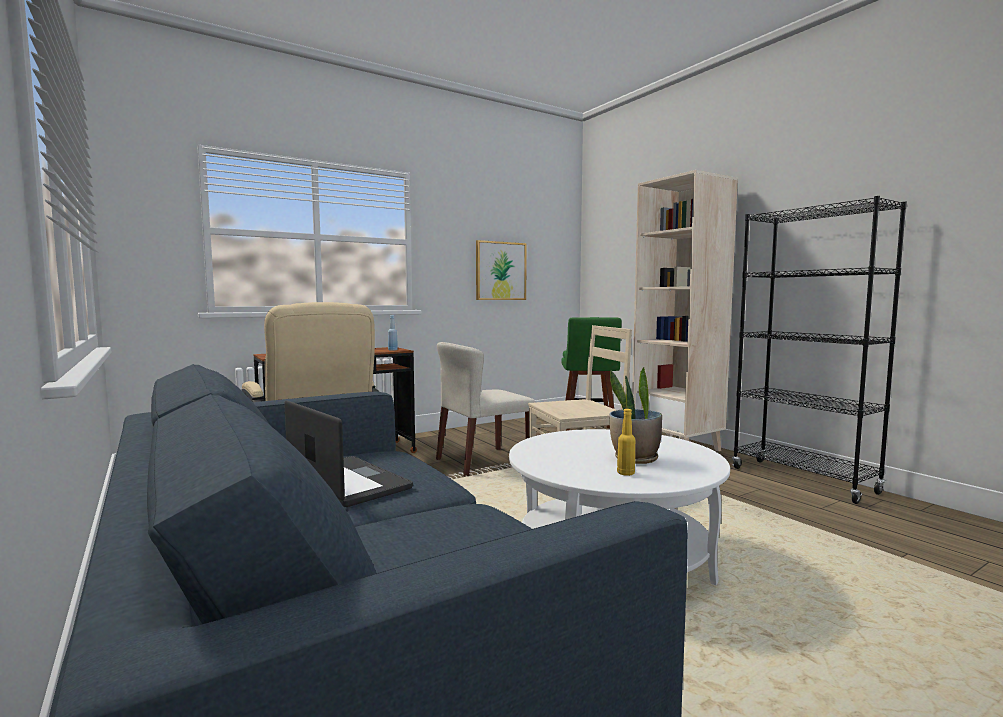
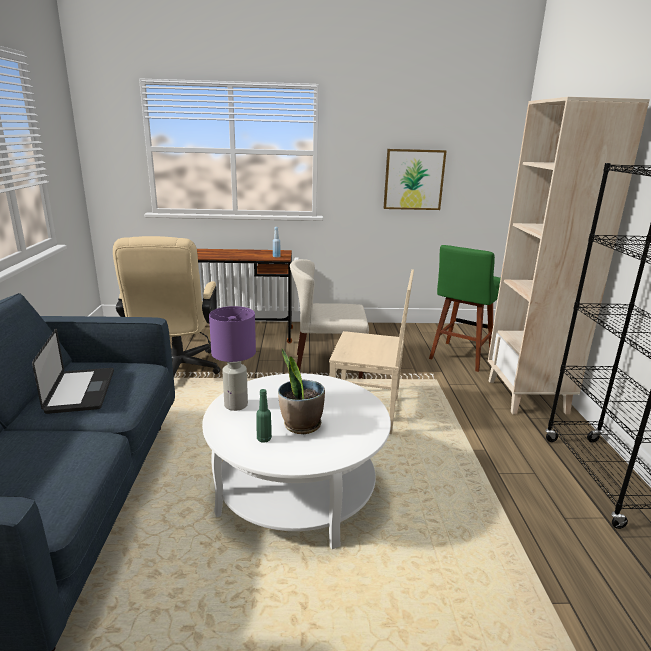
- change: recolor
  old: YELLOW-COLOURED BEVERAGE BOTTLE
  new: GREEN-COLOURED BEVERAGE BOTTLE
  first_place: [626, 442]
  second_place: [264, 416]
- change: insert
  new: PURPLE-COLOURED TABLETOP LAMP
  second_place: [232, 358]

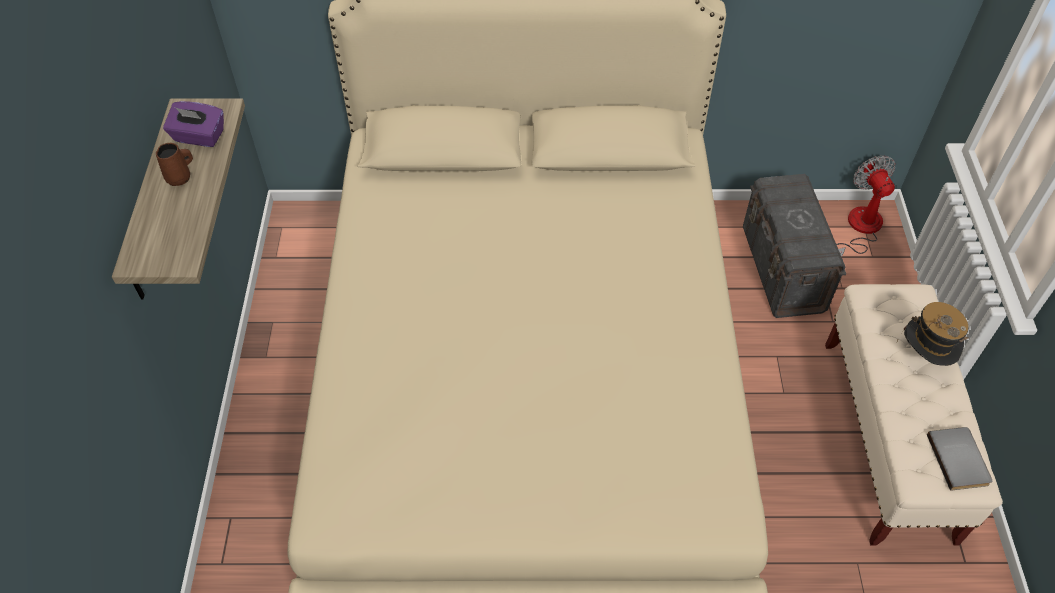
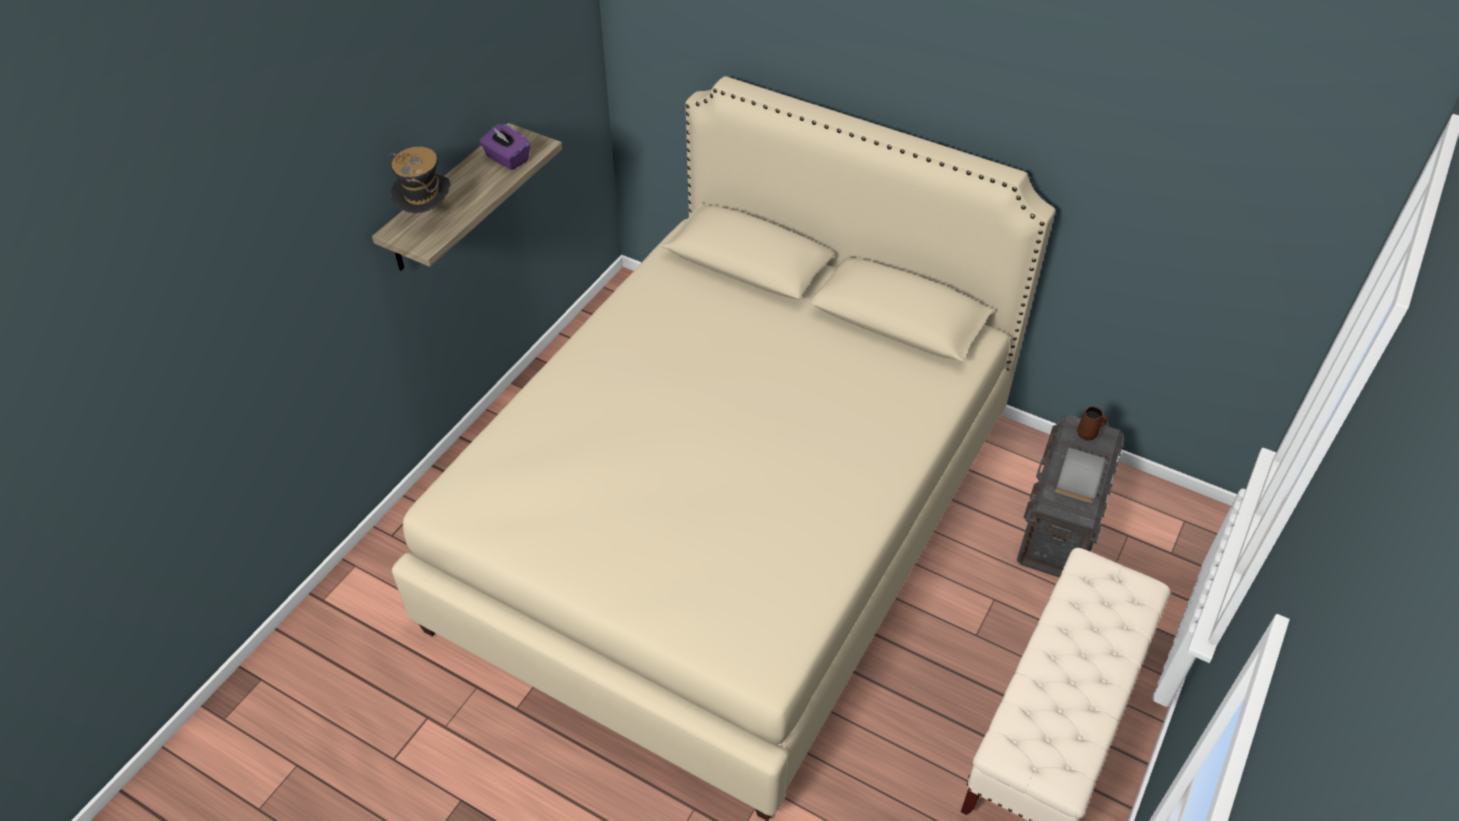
- change: move
  old: BROWN-COLOURED COFFEE MUG
  first_place: [174, 164]
  second_place: [1092, 423]
- change: delete
  old: ELECTRIC FAN
  first_place: [865, 206]
- change: move
  old: HAT
  first_place: [933, 334]
  second_place: [420, 180]
- change: move
  old: GREY BOOK
  first_place: [959, 459]
  second_place: [1080, 475]

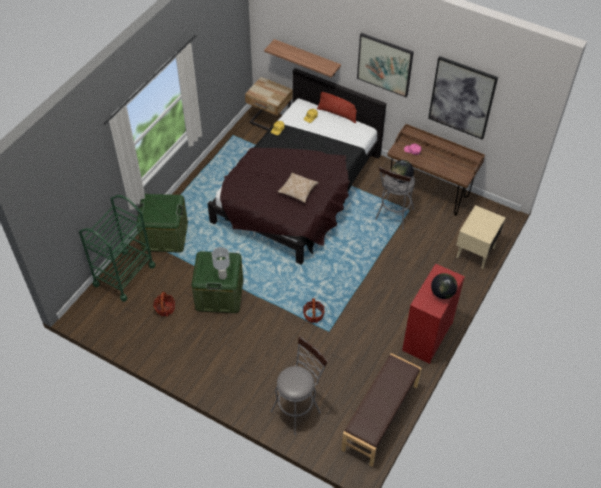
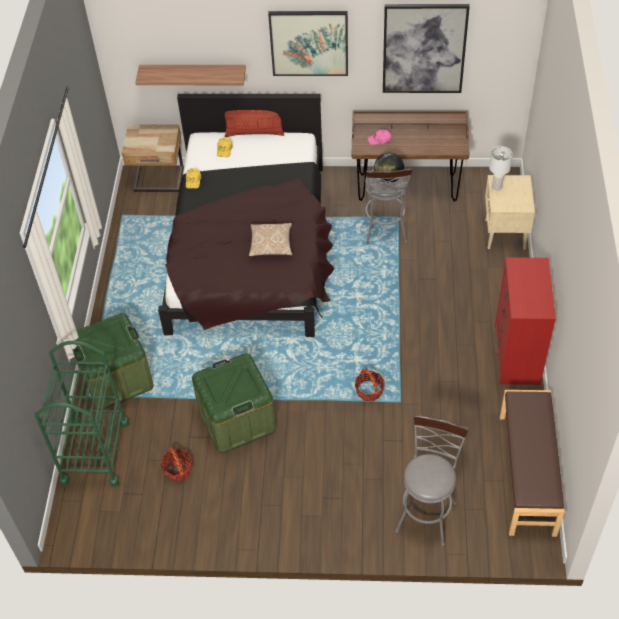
- change: move
  old: WHITE-COLOURED TABLETOP LAMP
  first_place: [221, 263]
  second_place: [500, 168]
- change: delete
  old: GLOBE
  first_place: [444, 286]

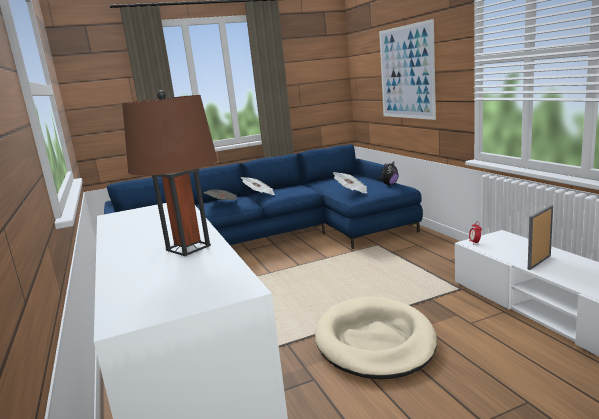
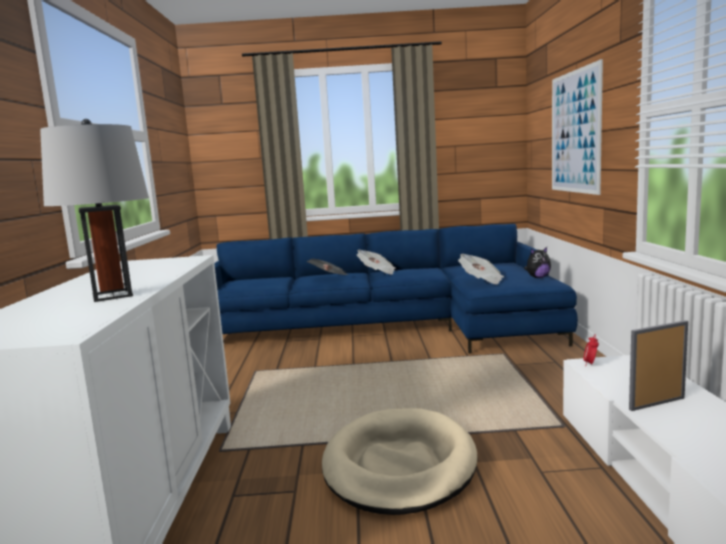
- change: recolor
  old: BROWN-COLOURED TABLETOP LAMP
  new: GREY TABLETOP LAMP
  first_place: [170, 173]
  second_place: [94, 210]

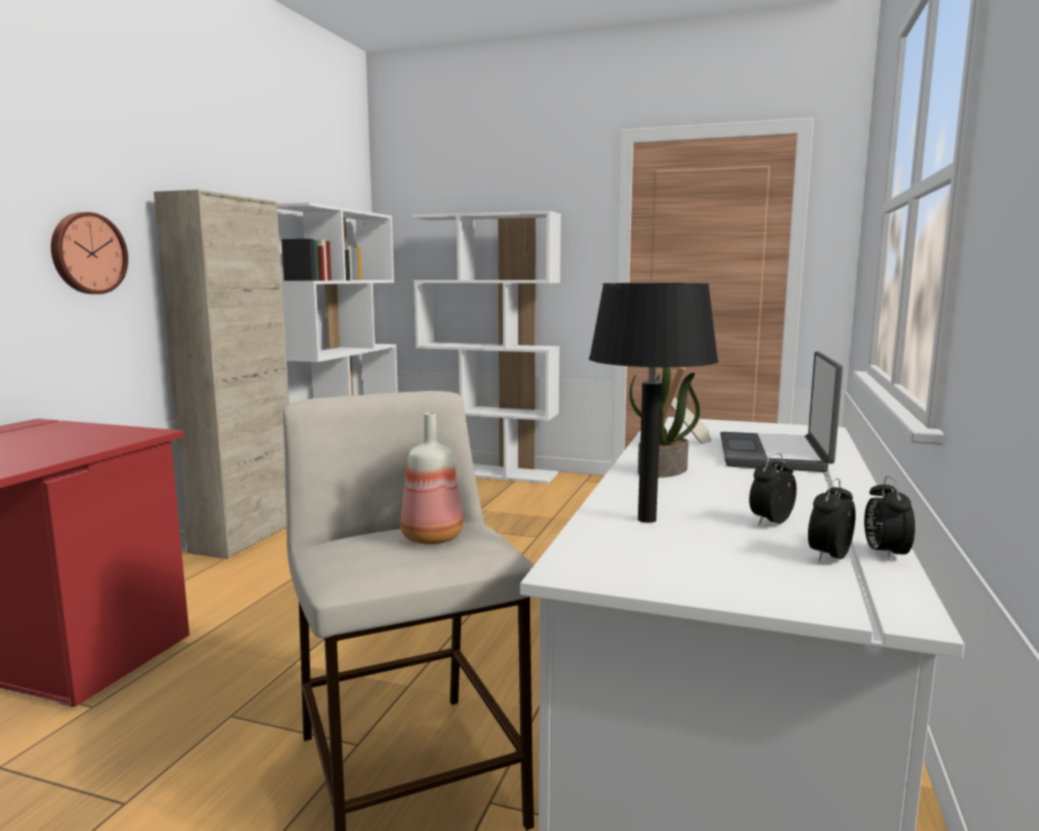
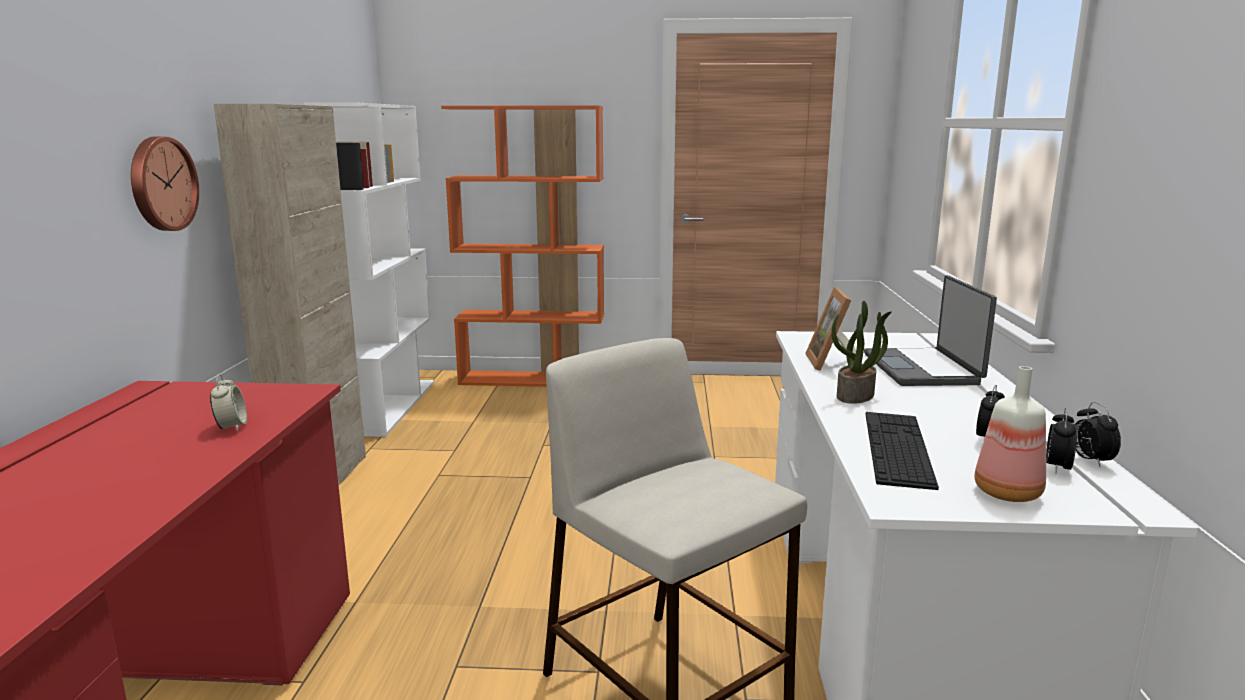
- change: recolor
  old: WHITE-COLOURED SHELVING UNIT
  new: ORANGEY SHELVING UNIT
  first_place: [486, 347]
  second_place: [522, 246]
- change: replace
  old: BLACK TABLETOP LAMP
  new: PC KEYBOARD
  first_place: [654, 403]
  second_place: [902, 451]
- change: move
  old: BEVERAGE BOTTLE
  first_place: [432, 478]
  second_place: [1010, 434]
- change: insert
  new: TABLE CLOCK
  second_place: [228, 402]

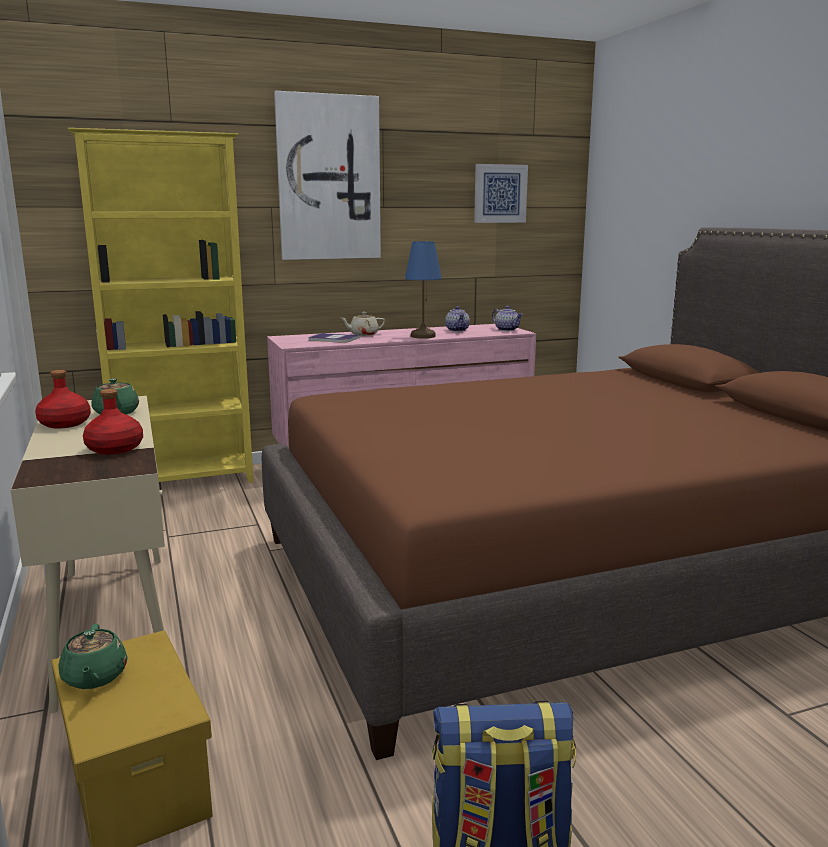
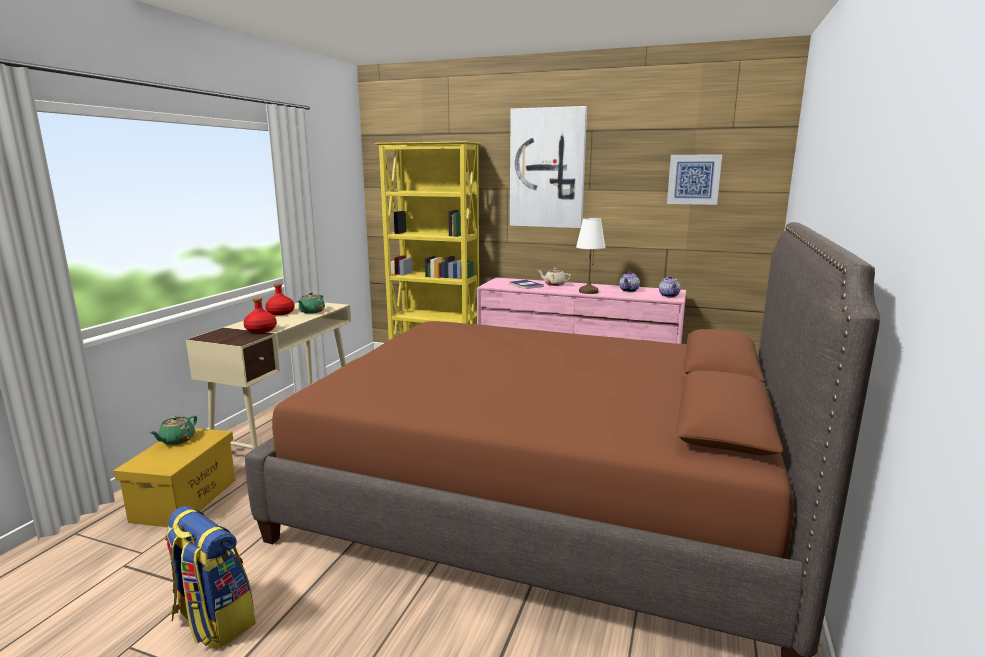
- change: recolor
  old: BLUE-COLOURED TABLETOP LAMP
  new: WHITE-COLOURED TABLETOP LAMP
  first_place: [423, 290]
  second_place: [591, 256]

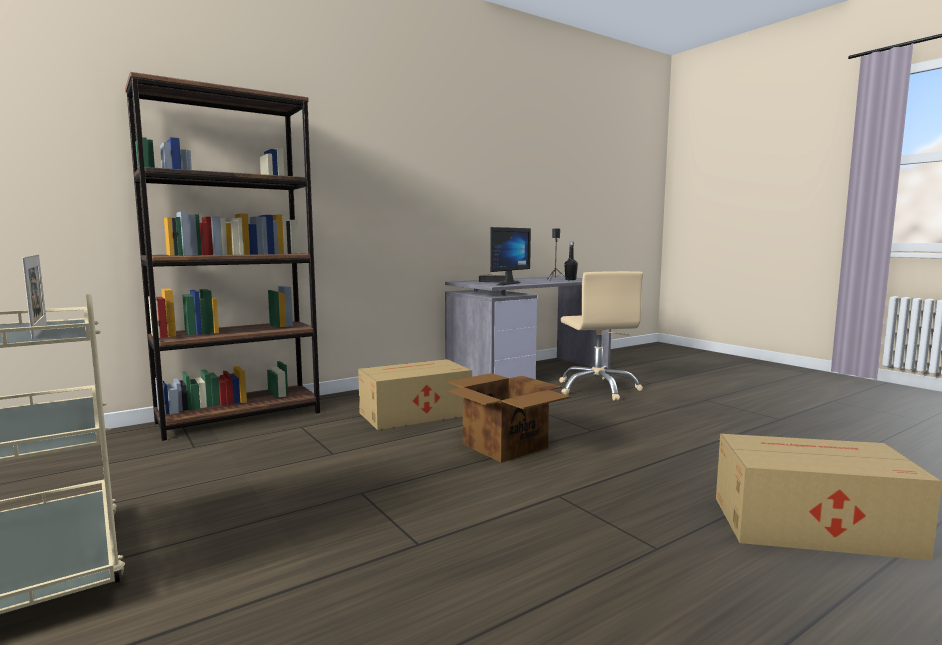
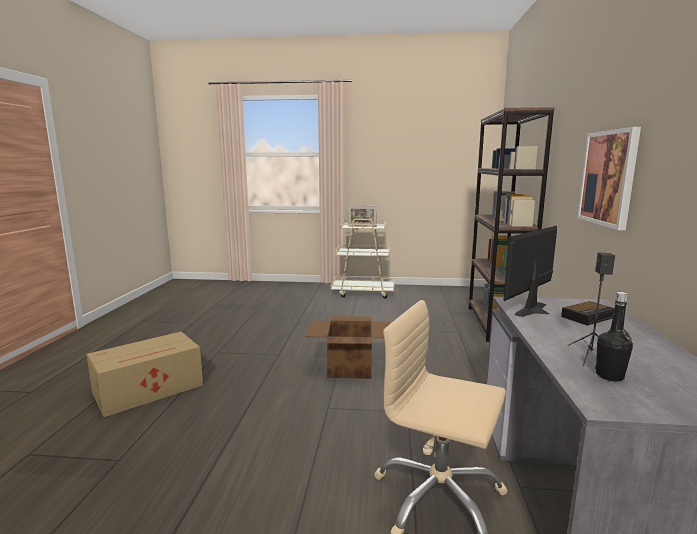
- change: rotate
  old: COMPUTER SCREEN
  first_place: [510, 256]
  second_place: [530, 271]
  degrees: 60
- change: delete
  old: CARDBOARD BOX
  first_place: [415, 394]
- change: insert
  new: PICTURE
  second_place: [609, 178]

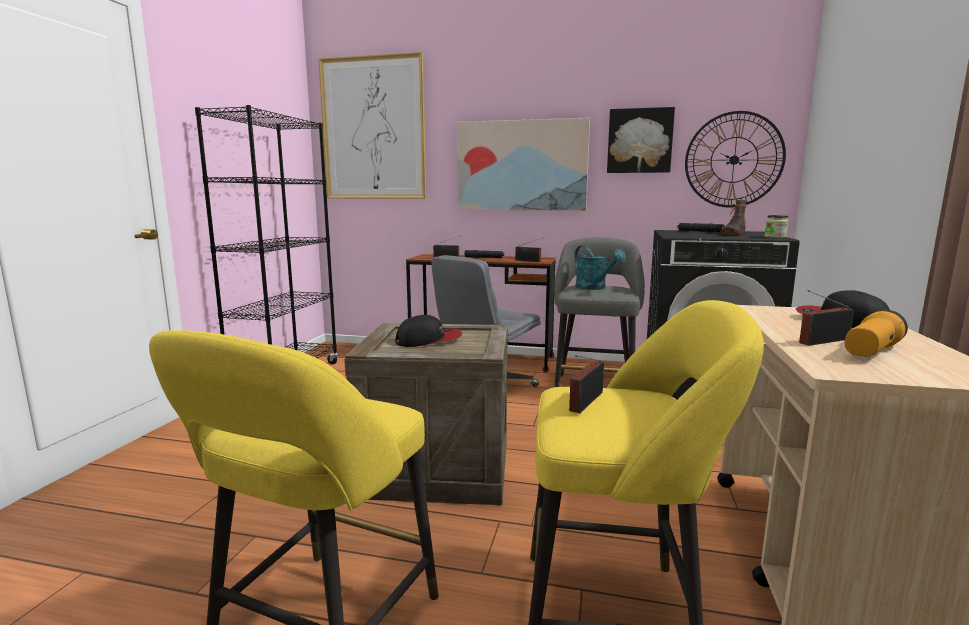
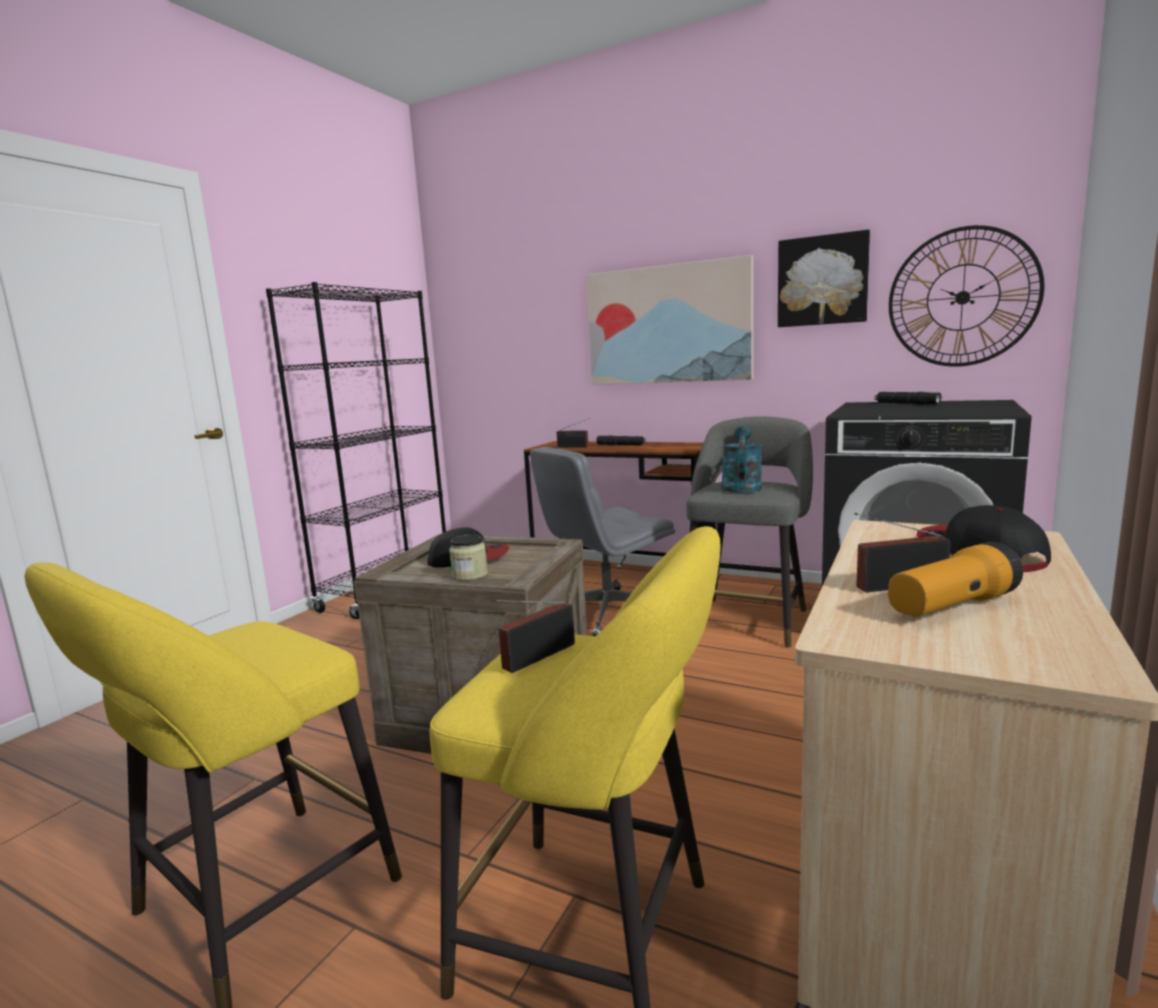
- change: delete
  old: PICTURE
  first_place: [372, 125]
- change: delete
  old: BOOT
  first_place: [733, 217]
- change: move
  old: JAR
  first_place: [776, 226]
  second_place: [468, 557]
- change: delete
  old: RADIO SET
  first_place: [528, 250]
- change: rotate
  old: BLUE-GREEN WATERING POT
  first_place: [600, 267]
  second_place: [741, 459]
  degrees: -150

